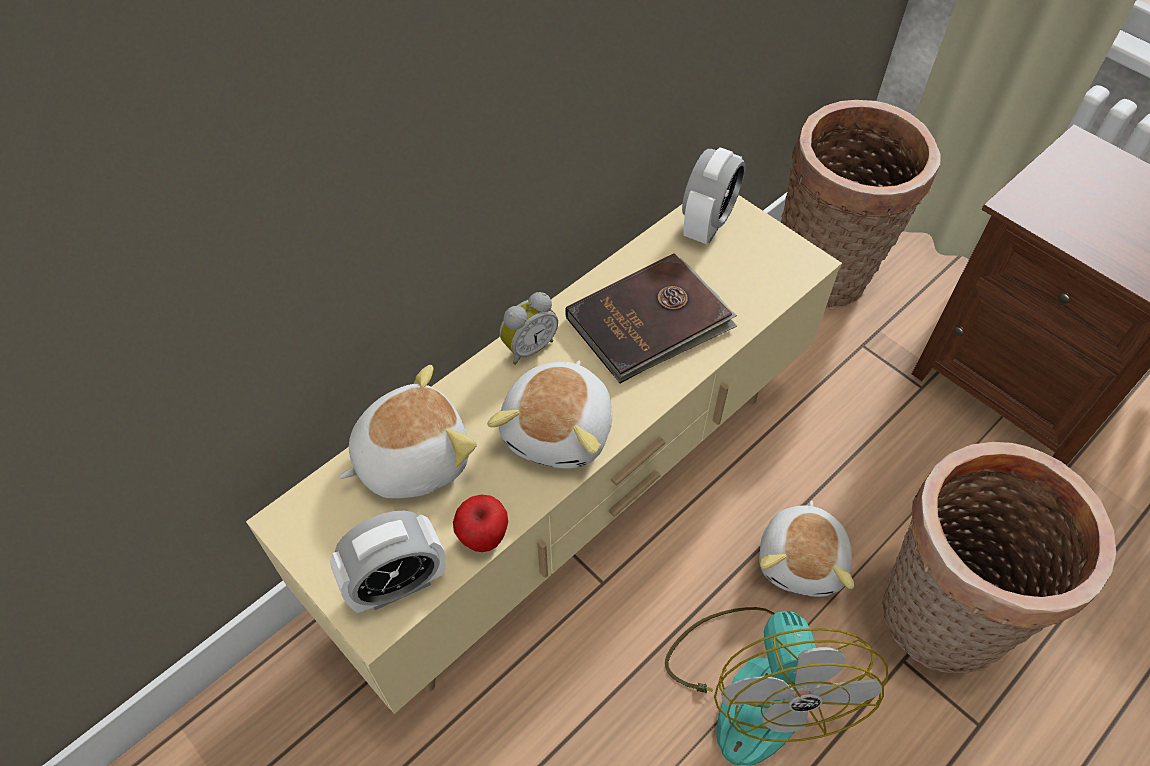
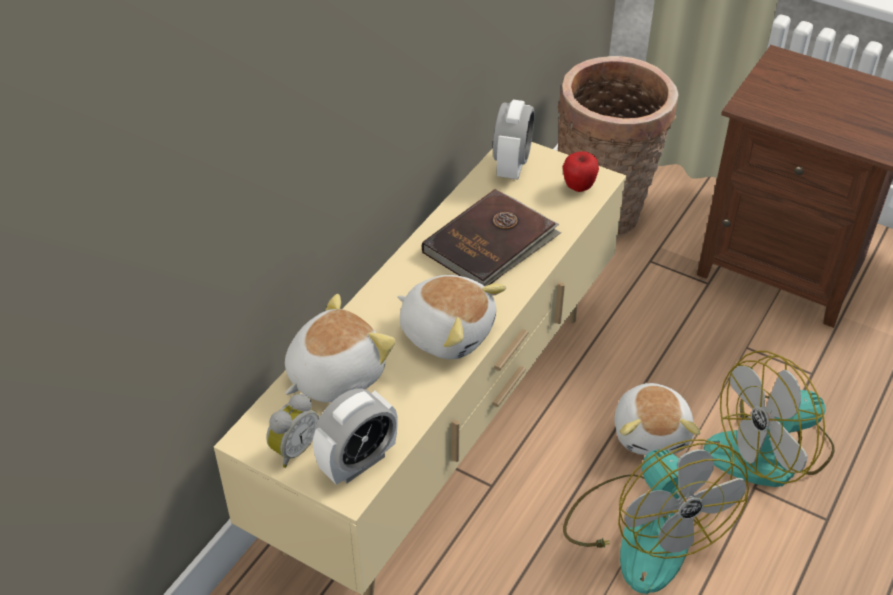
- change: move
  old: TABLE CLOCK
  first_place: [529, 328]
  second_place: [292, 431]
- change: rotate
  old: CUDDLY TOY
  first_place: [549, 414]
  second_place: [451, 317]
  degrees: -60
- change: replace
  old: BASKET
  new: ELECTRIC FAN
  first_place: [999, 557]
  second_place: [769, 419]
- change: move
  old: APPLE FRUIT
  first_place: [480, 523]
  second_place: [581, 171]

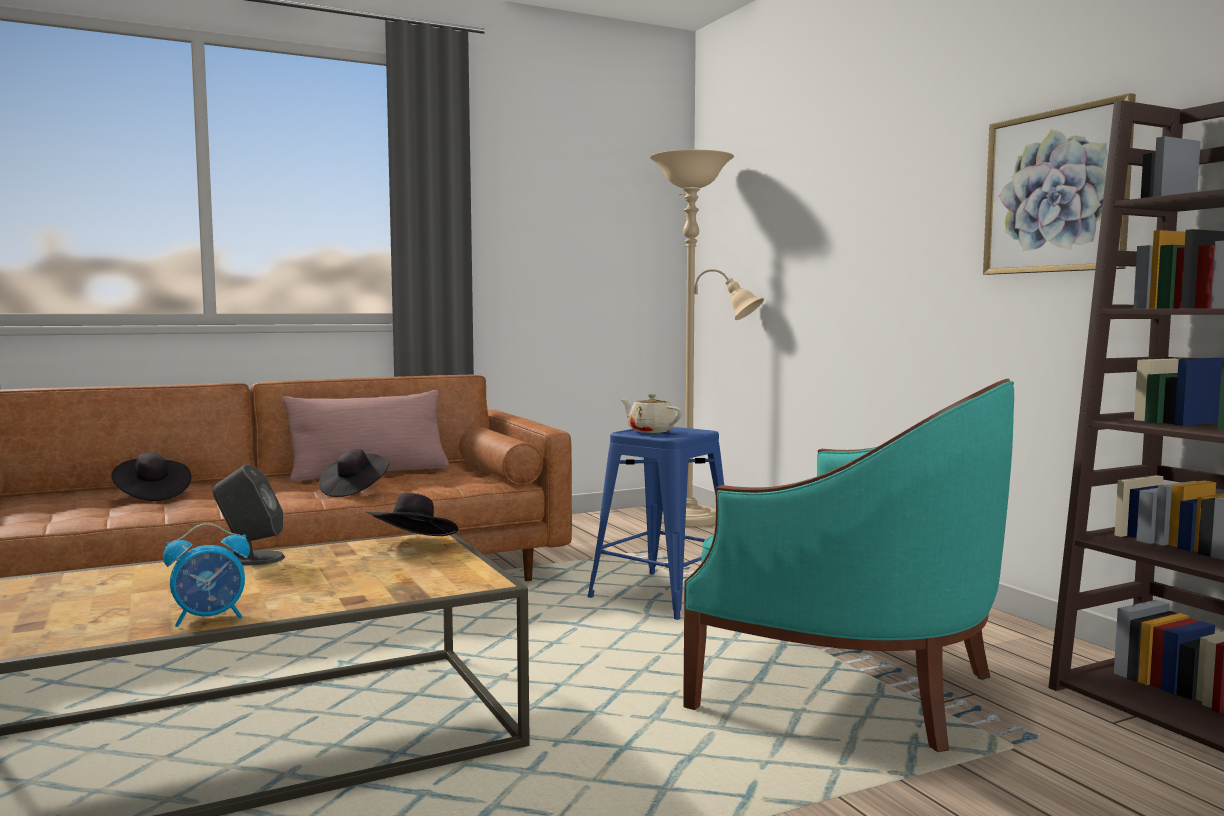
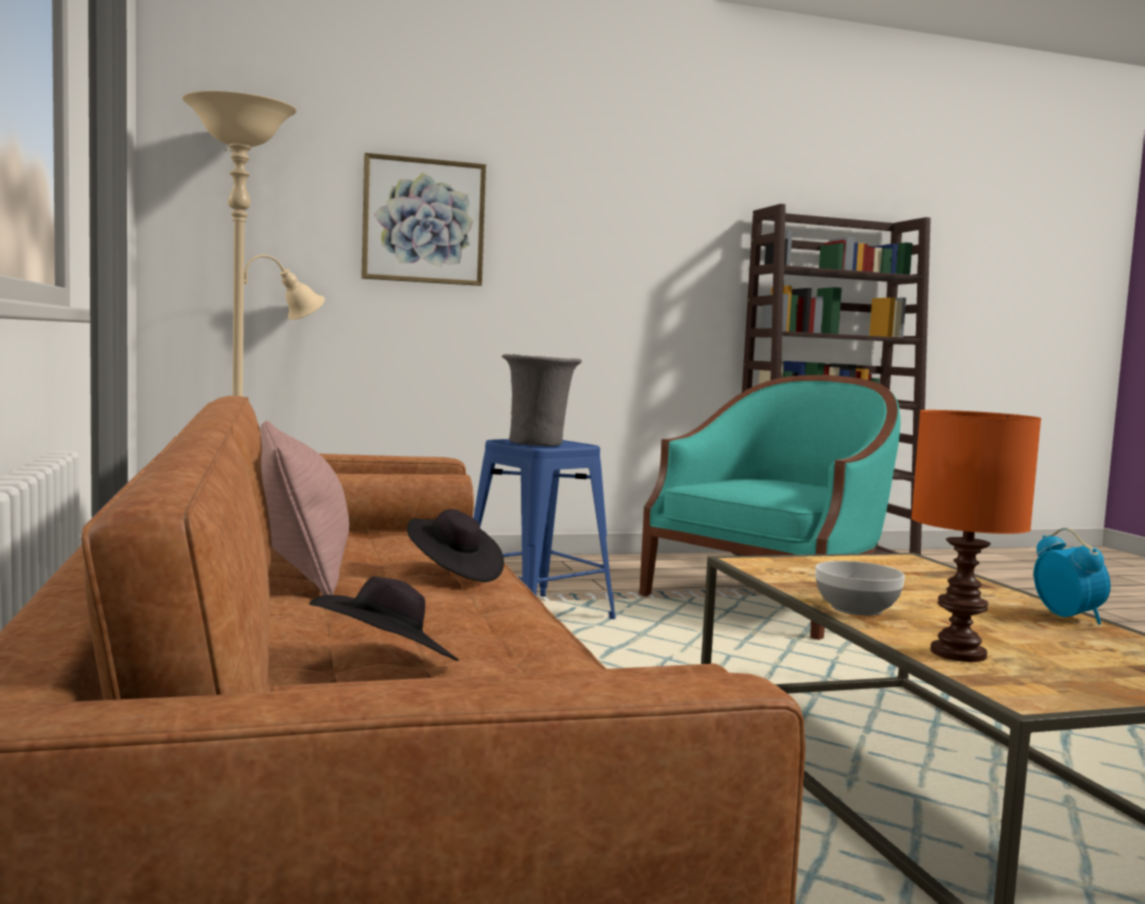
- change: move
  old: PICTURE
  first_place: [1059, 184]
  second_place: [423, 219]
- change: replace
  old: BEIGE-COLOURED TEAPOT
  new: GREY FLOWER VASE
  first_place: [651, 413]
  second_place: [542, 400]
- change: replace
  old: GREY SPEAKER
  new: DEEP DISH
  first_place: [249, 515]
  second_place: [860, 588]
- change: delete
  old: BLACK HAT
  first_place: [412, 514]
- change: insert
  new: ORANGEY TABLETOP LAMP
  second_place: [976, 536]

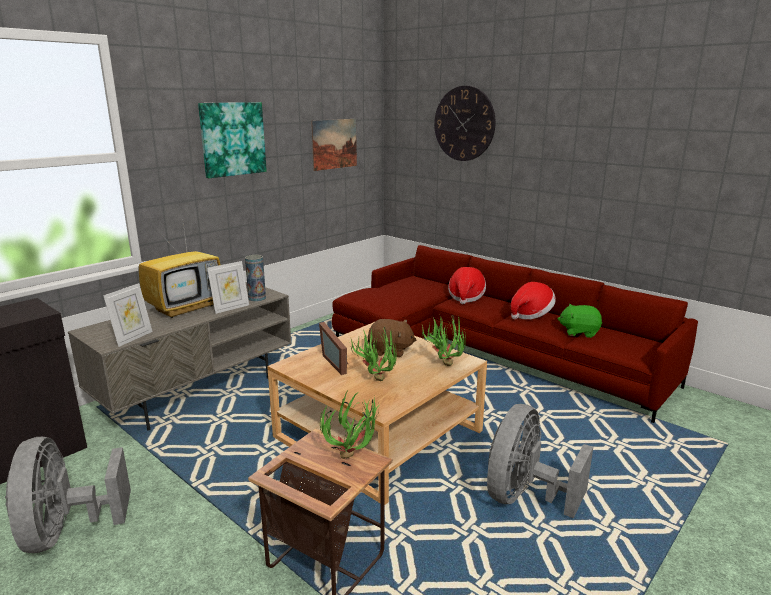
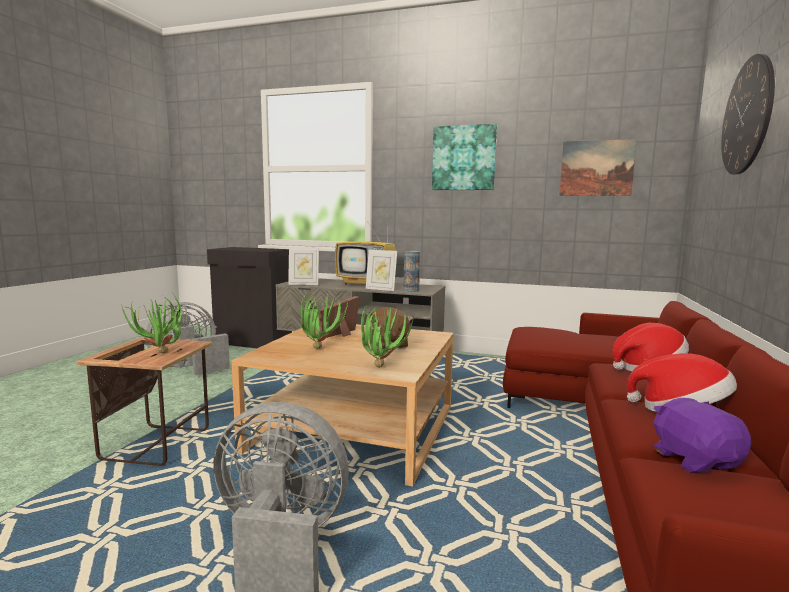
- change: recolor
  old: GREEN-COLOURED CUDDLY TOY
  new: PURPLE-COLOURED CUDDLY TOY
  first_place: [580, 321]
  second_place: [702, 435]

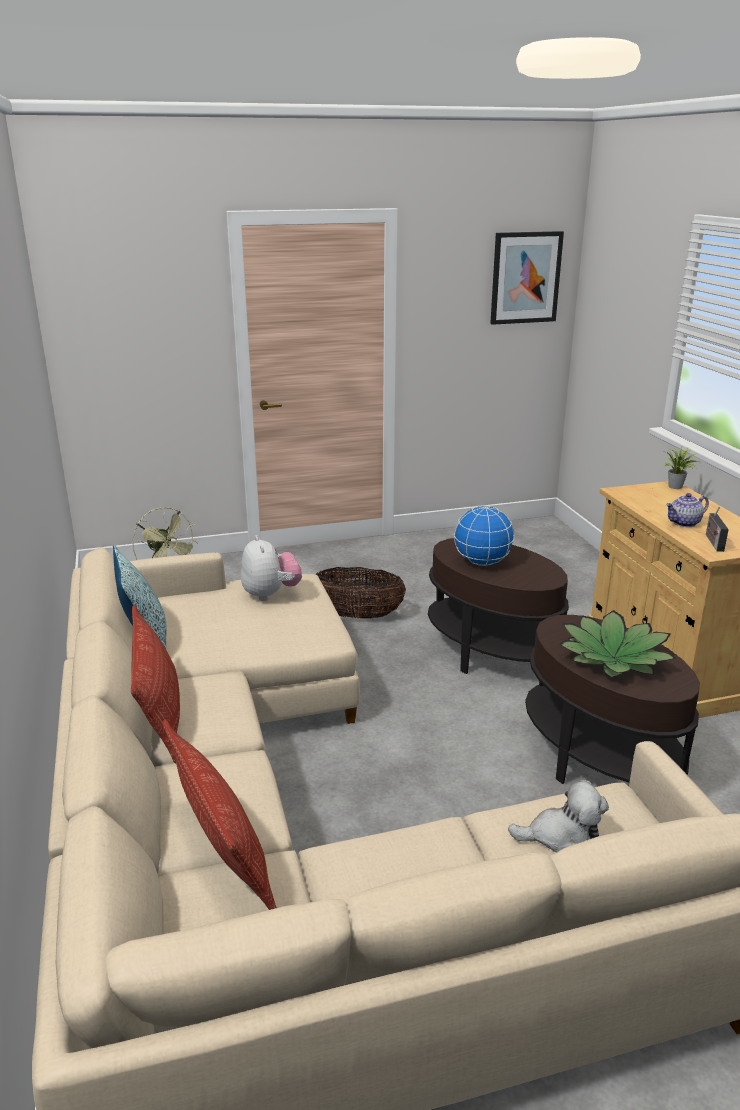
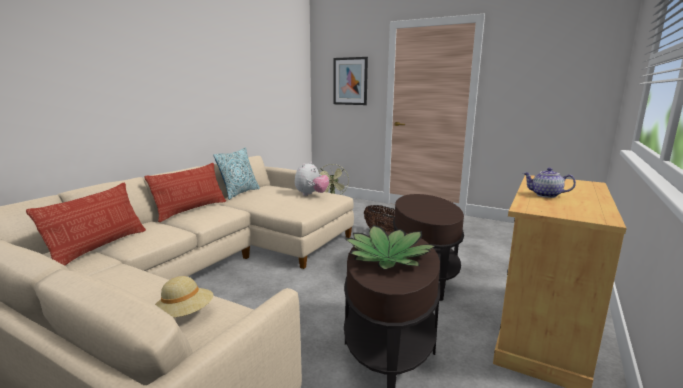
- change: move
  old: PICTURE
  first_place: [527, 278]
  second_place: [351, 81]
- change: delete
  old: HOUSEPLANT
  first_place: [679, 468]
- change: delete
  old: GLOBE
  first_place: [484, 536]
- change: delete
  old: RADIO SET
  first_place: [717, 529]
- change: replace
  old: CUDDLY TOY
  new: BEIGE-COLOURED HAT
  first_place: [558, 816]
  second_place: [184, 296]

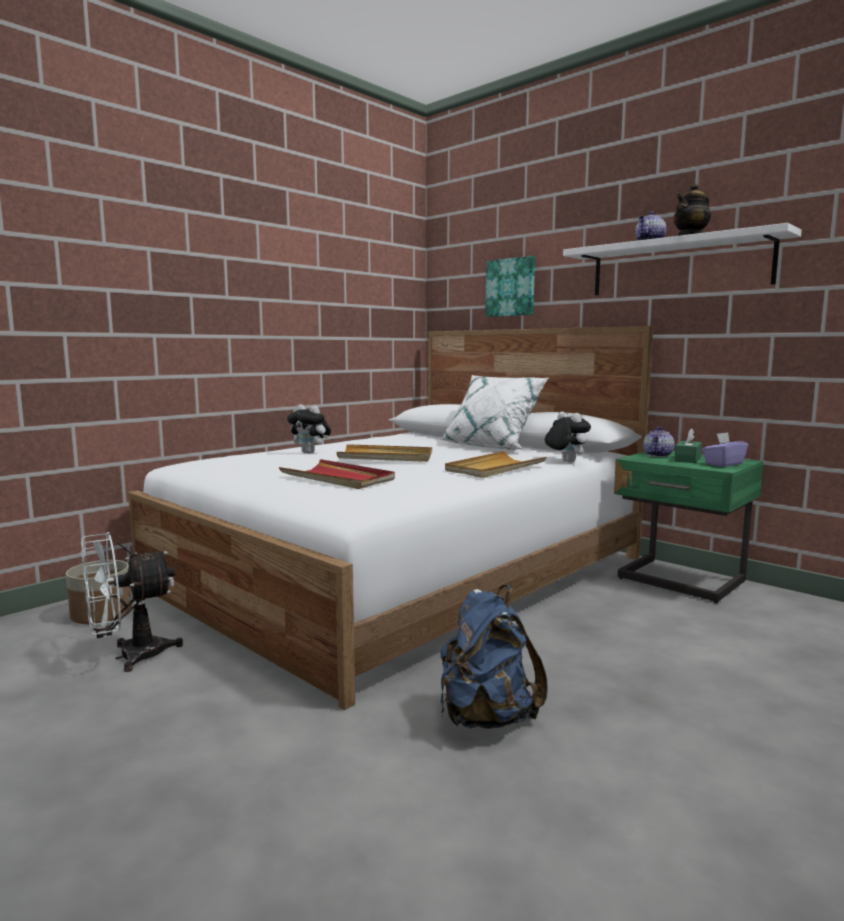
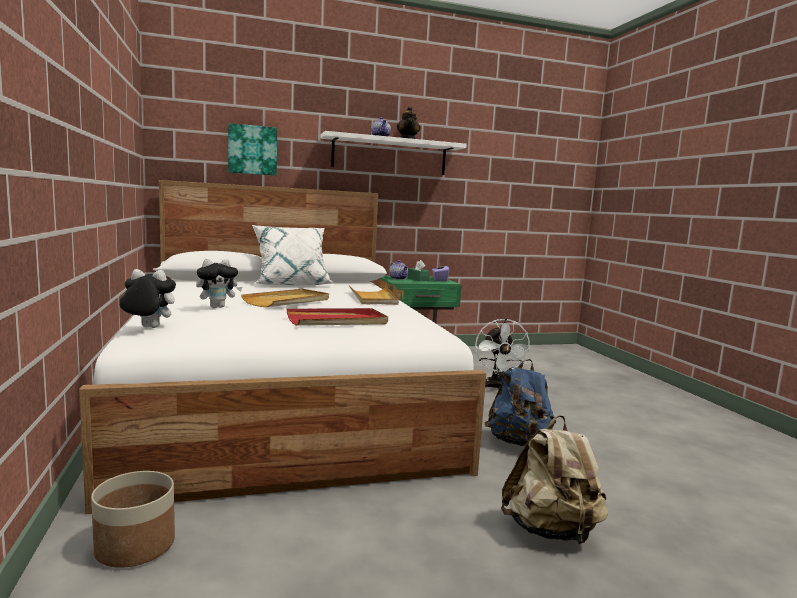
- change: move
  old: CUDDLY TOY
  first_place: [568, 437]
  second_place: [147, 298]
- change: move
  old: WHITE-COLOURED ELECTRIC FAN
  first_place: [132, 602]
  second_place: [503, 354]
- change: insert
  new: BEIGE-COLOURED RUCKSACK
  second_place: [554, 479]

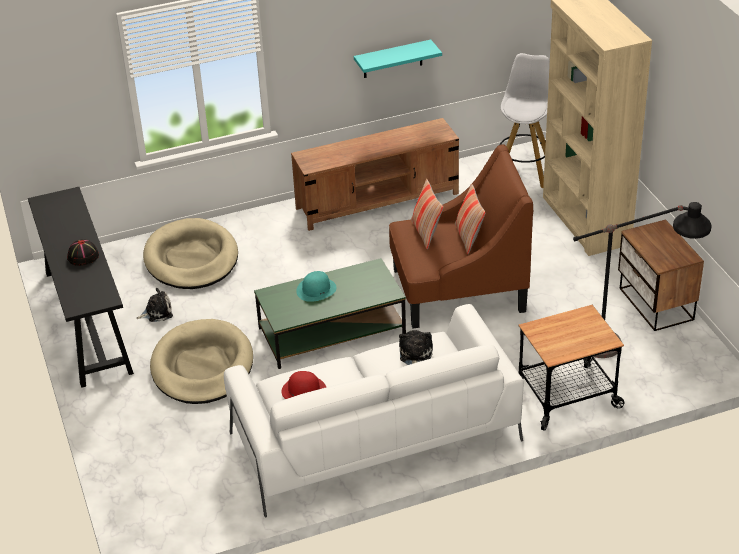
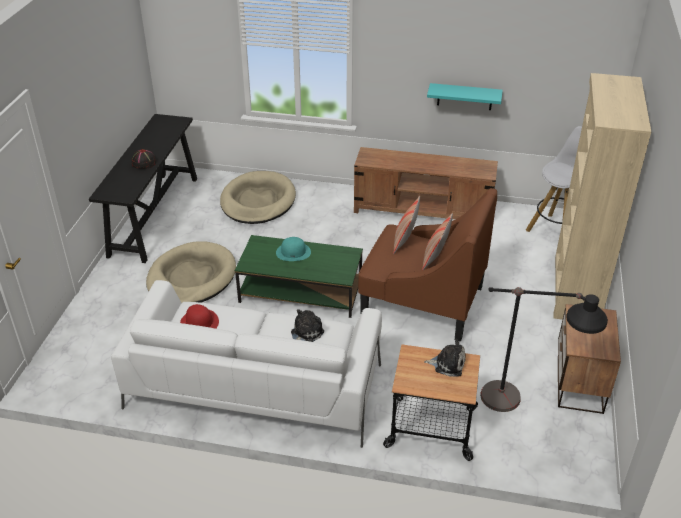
- change: move
  old: CUDDLY TOY
  first_place: [154, 305]
  second_place: [445, 358]

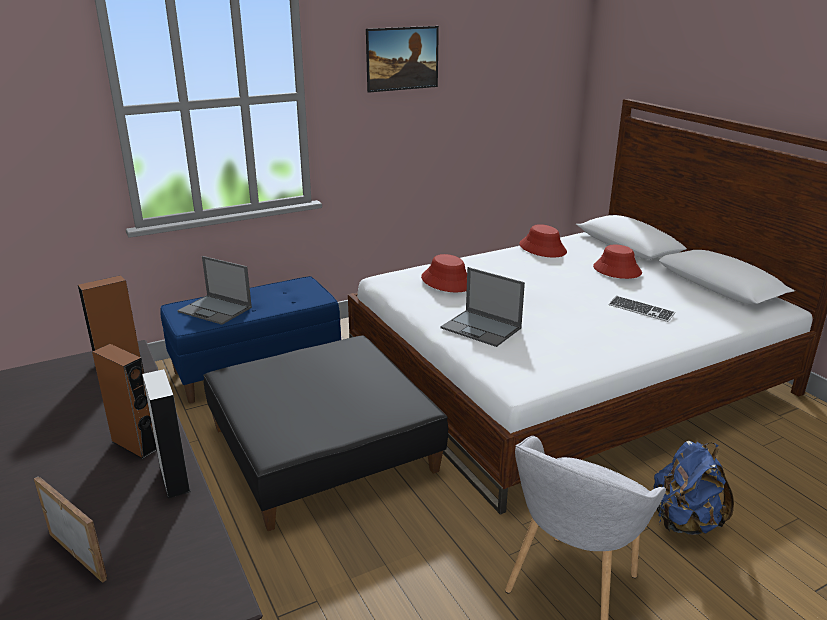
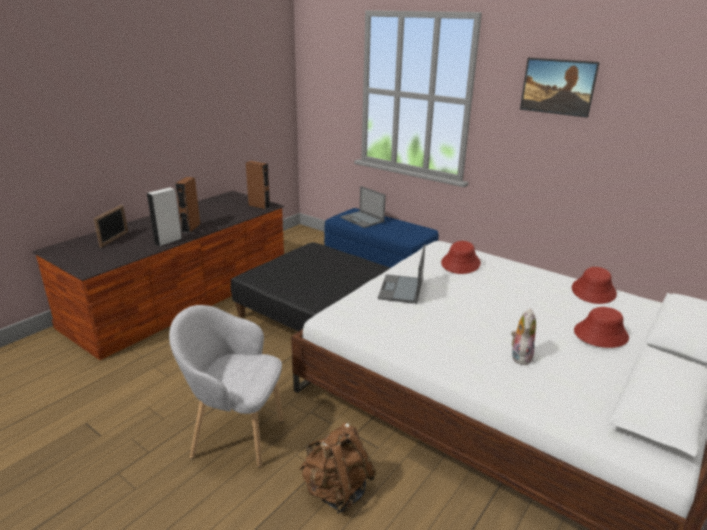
- change: rotate
  old: LAPTOP
  first_place: [214, 290]
  second_place: [363, 207]
  degrees: -45
- change: replace
  old: PC KEYBOARD
  new: CUDDLY TOY
  first_place: [642, 309]
  second_place: [523, 336]
- change: recolor
  old: BLUE-COLOURED RUCKSACK
  new: BROWN-COLOURED RUCKSACK
  first_place: [694, 488]
  second_place: [338, 468]

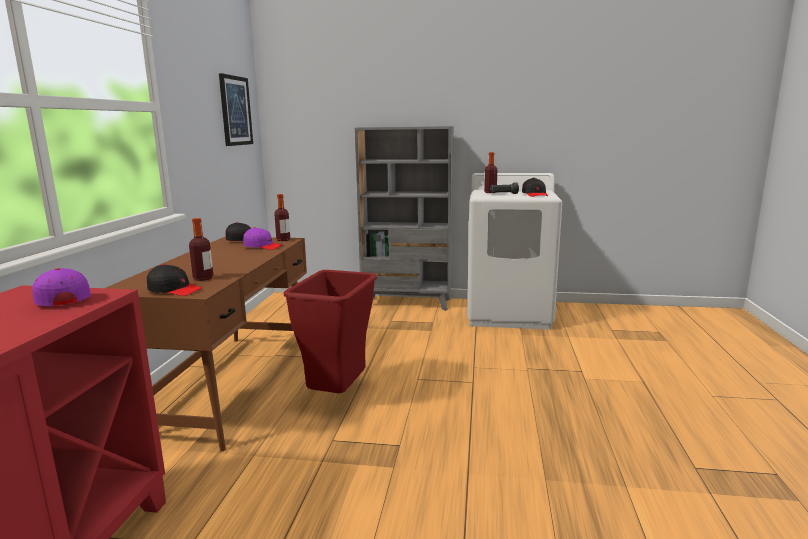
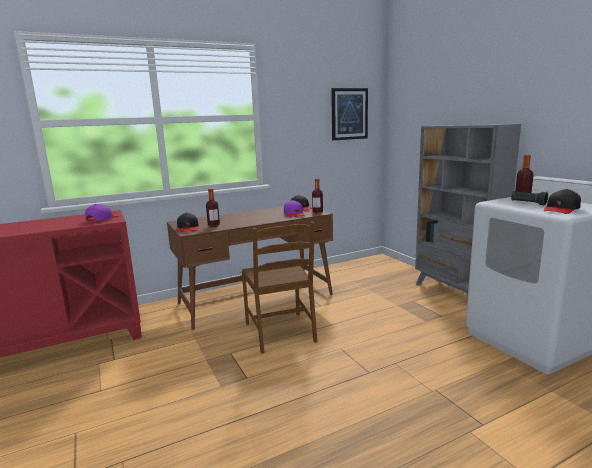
- change: replace
  old: RED WASTE BIN
  new: BROWN-COLOURED UPRIGHT CHAIR
  first_place: [330, 331]
  second_place: [279, 288]

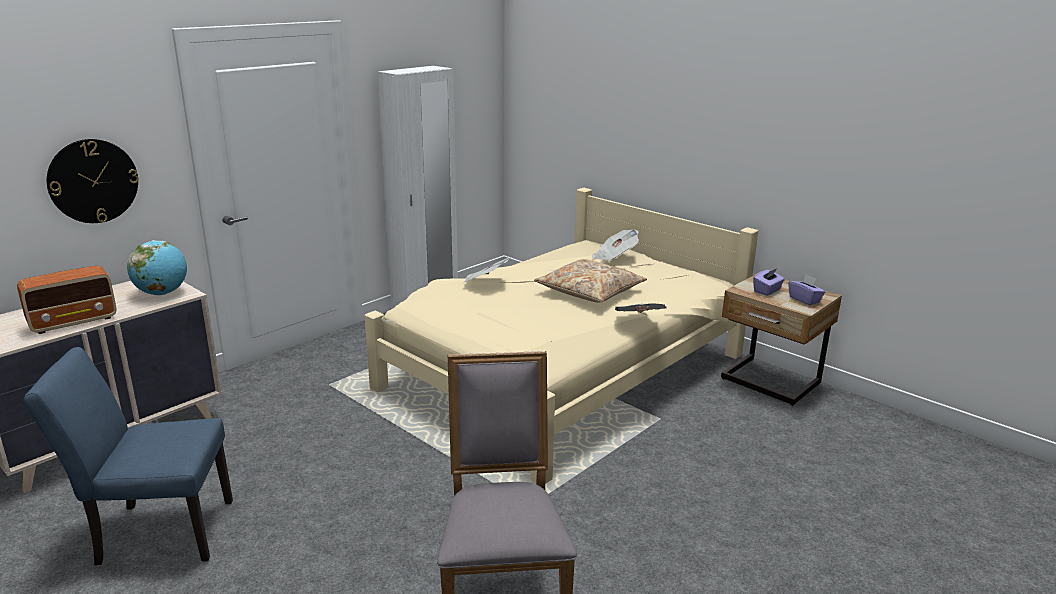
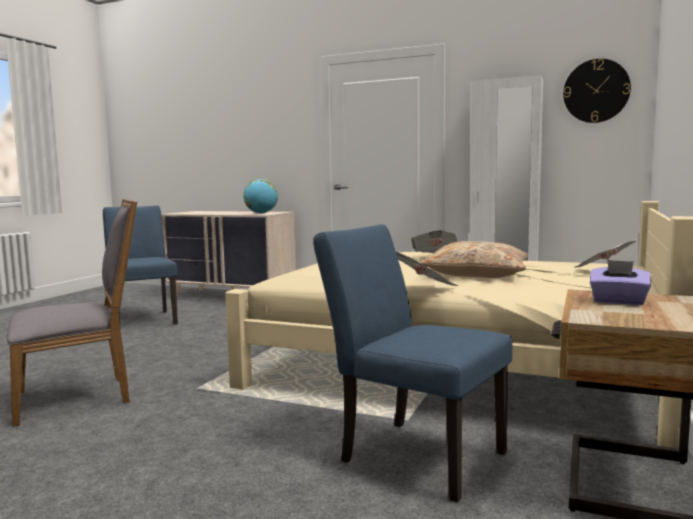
- change: move
  old: HANGING CLOCK
  first_place: [93, 181]
  second_place: [597, 91]
- change: delete
  old: RADIO SET
  first_place: [66, 300]
- change: delete
  old: PURPLE-COLOURED TISSUE HOLDER
  first_place: [806, 290]
- change: insert
  new: BLUE-COLOURED UPRIGHT CHAIR
  second_place: [412, 364]

